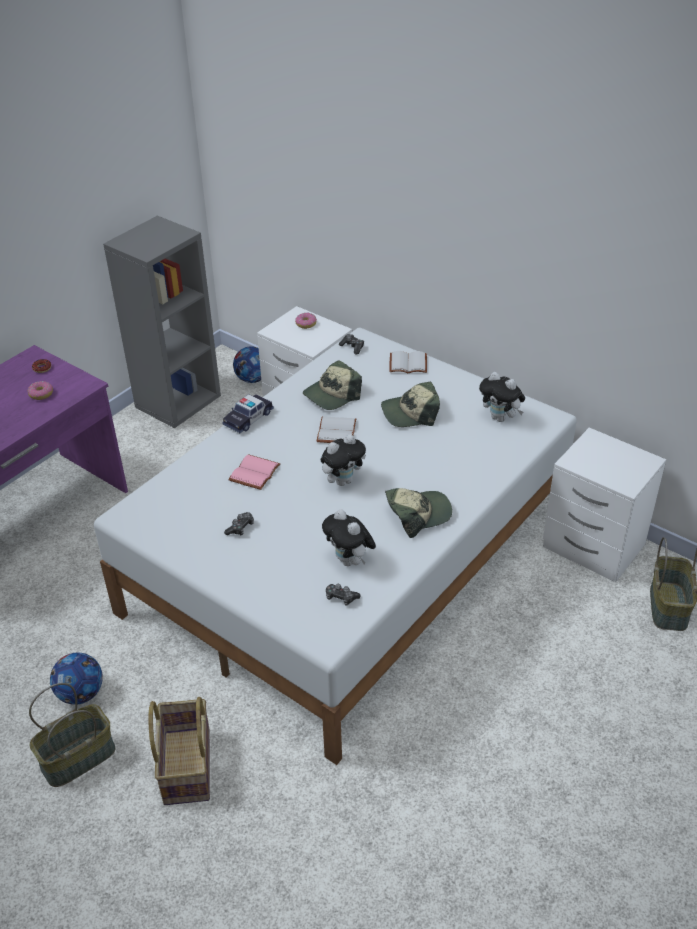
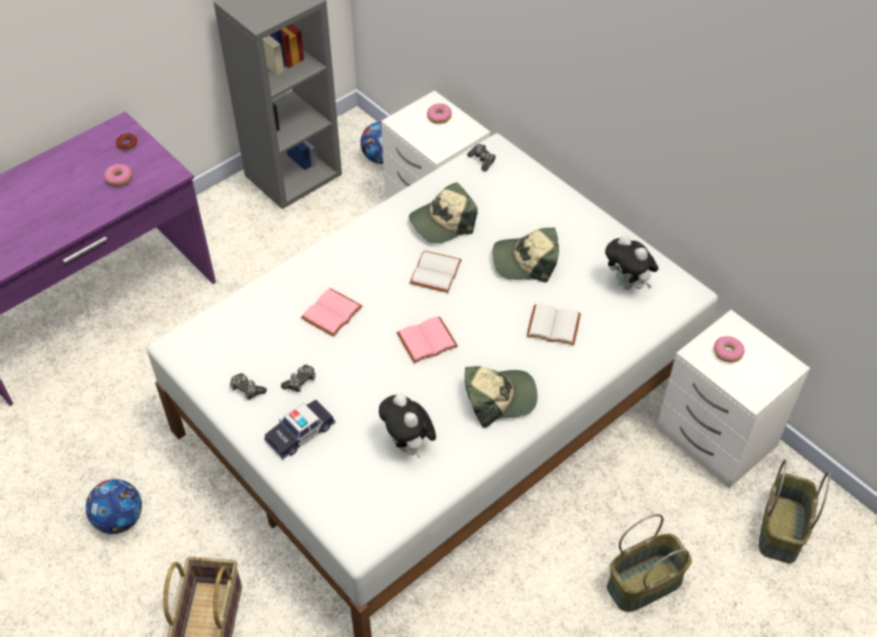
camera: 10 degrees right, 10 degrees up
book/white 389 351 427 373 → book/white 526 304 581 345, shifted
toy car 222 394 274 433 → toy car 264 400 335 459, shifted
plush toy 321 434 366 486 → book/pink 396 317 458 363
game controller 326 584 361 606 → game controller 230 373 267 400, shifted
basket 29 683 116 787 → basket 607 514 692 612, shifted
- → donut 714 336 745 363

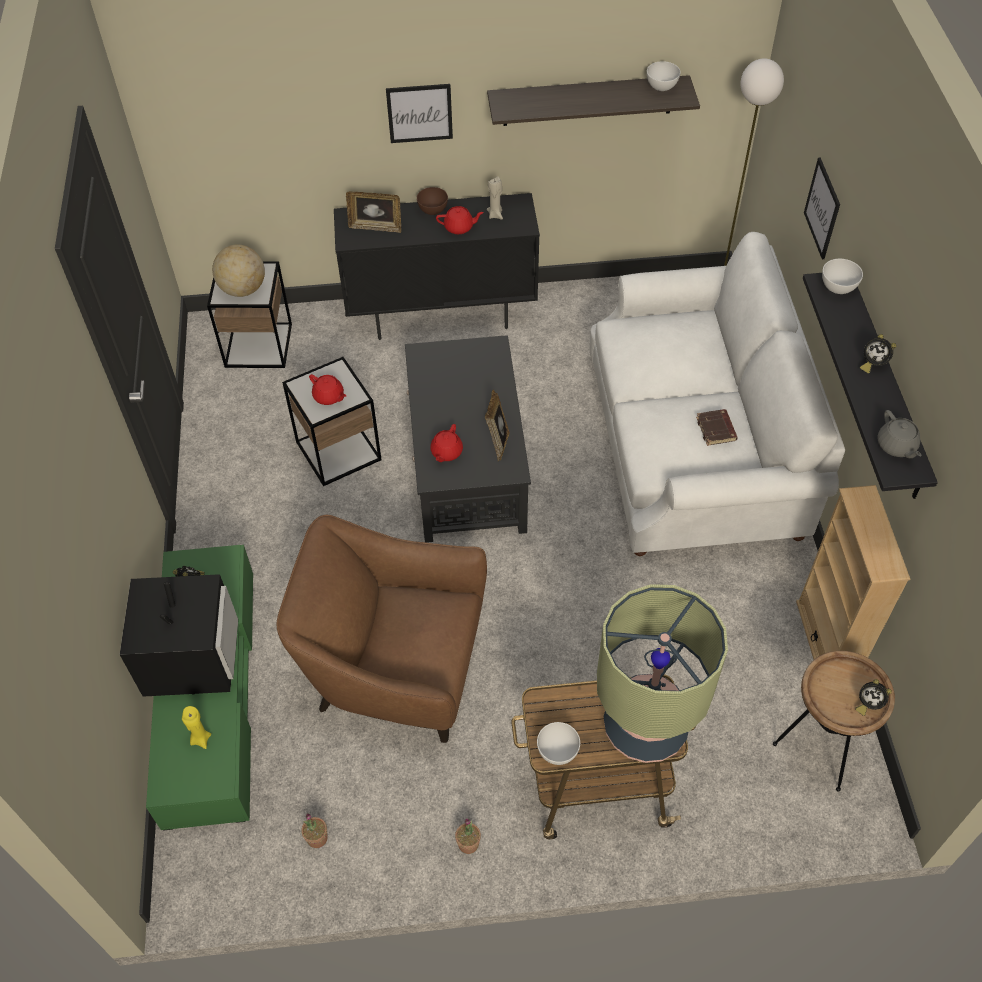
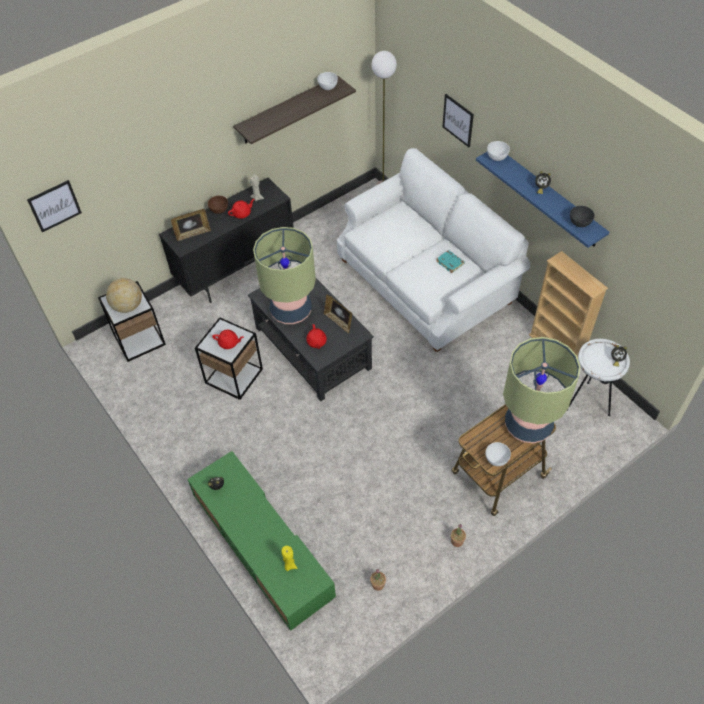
camera: 30 degrees left, 0 degrees up
picture 386 84 453 143 → picture 27 180 82 232, shifted
shelf/black 803 273 938 499 → shelf/blue 476 152 609 248
book/brown 696 409 738 446 → book/turquoise 436 250 465 273
teapot/grey 877 410 922 458 → bowl/grey 570 206 595 227
armchair/brown 277 515 487 743 → -
television 120 574 238 697 → -
side table/brown 773 651 895 791 → side table/white 567 339 630 416
- → table lamp 253 227 316 324

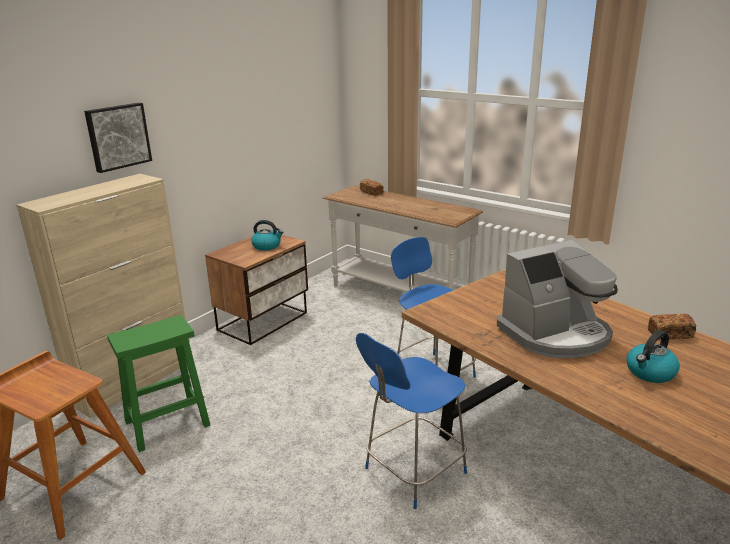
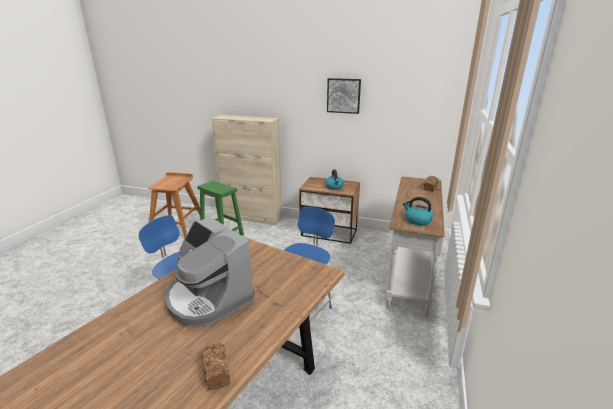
camera: 70 degrees right, 0 degrees up
picture 84 103 152 173 → picture 327 78 361 114, shifted
kettle 626 330 680 383 → kettle 403 197 433 225, shifted

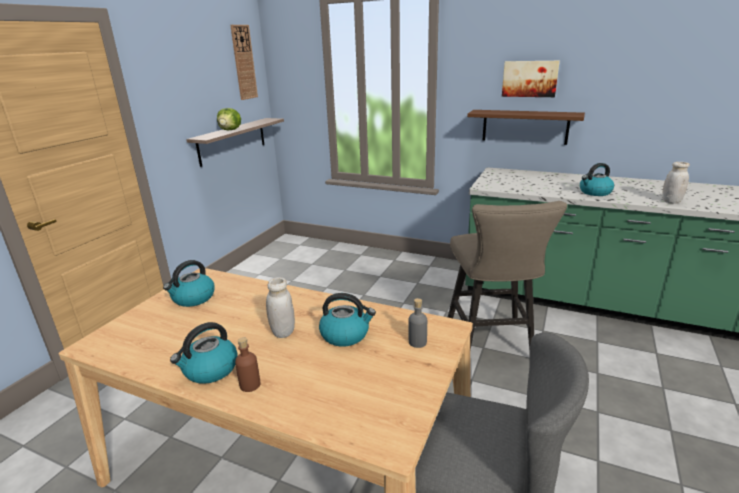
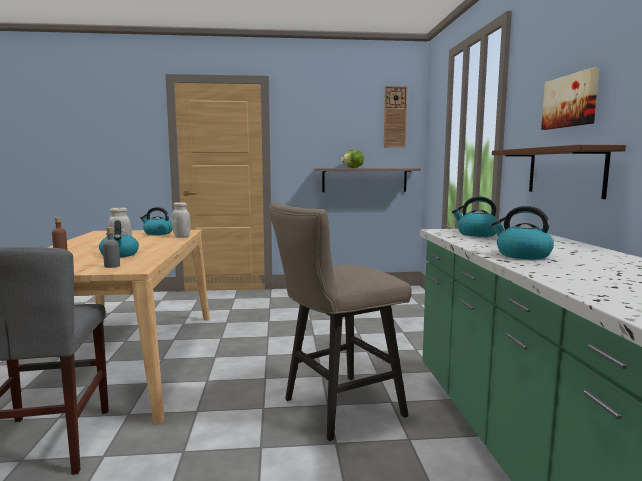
camera: 60 degrees right, 15 degrees down
jar/white 662 162 690 204 → jar/white 172 202 191 238, shifted
kettle 170 322 238 384 → kettle 452 196 498 237, shifted

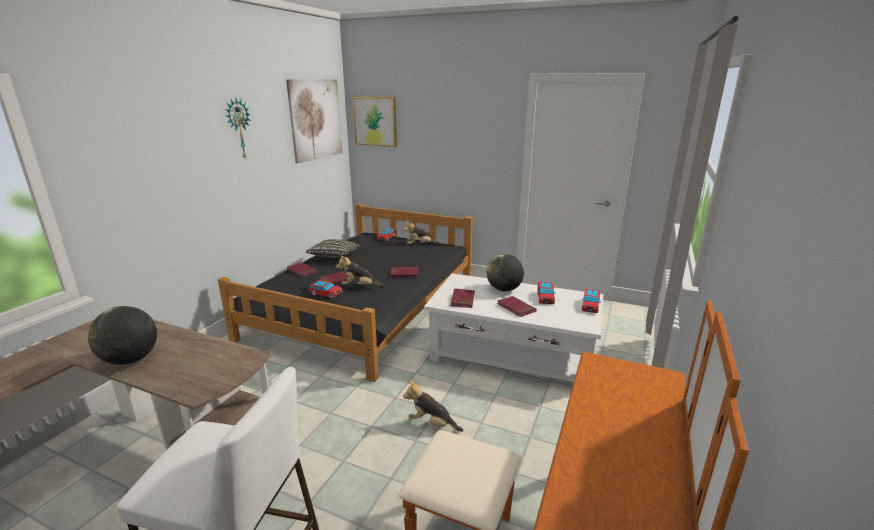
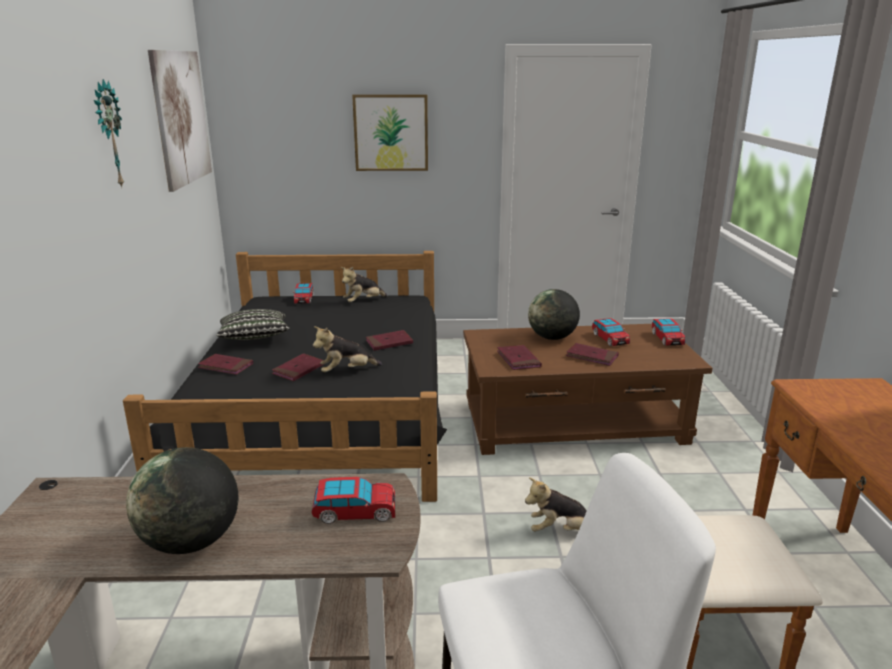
camera: 25 degrees left, 0 degrees up
picture 353 97 397 147 → picture 352 94 428 171, shifted
coffee table/white 424 273 603 382 → coffee table/brown 463 324 713 455
toy car 309 280 342 299 → toy car 311 477 395 524, shifted

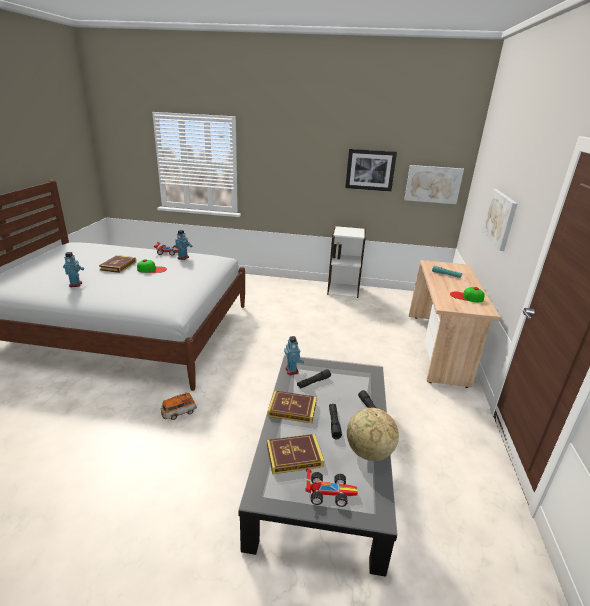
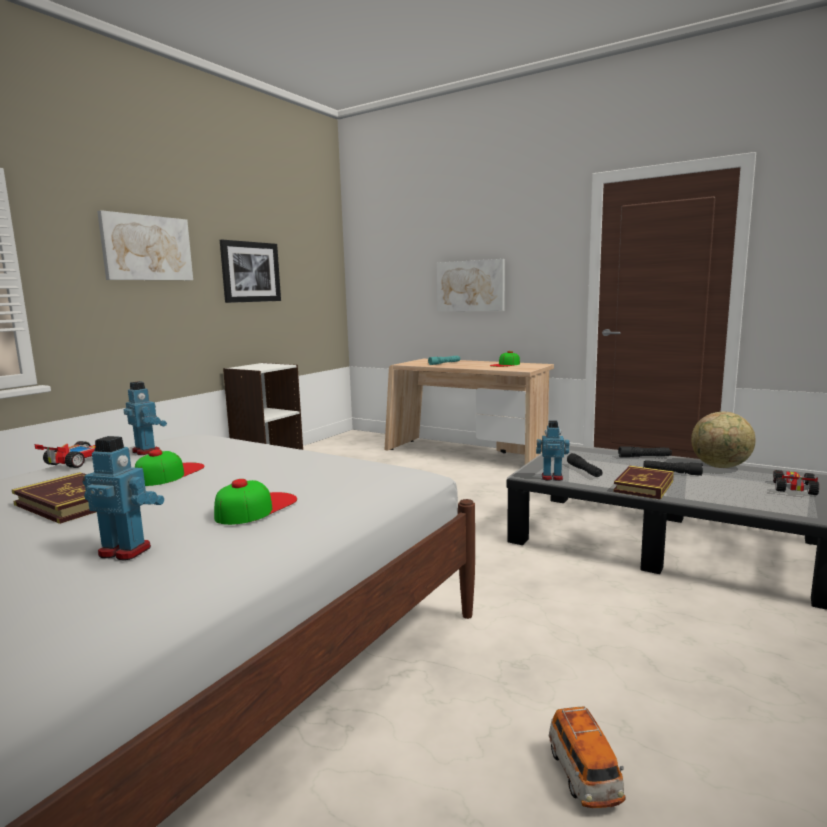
camera: 65 degrees left, 15 degrees down
picture 404 165 464 204 → picture 97 210 193 280, shifted
toy car 161 392 197 420 → toy car 549 707 626 808, shifted
book 267 434 324 474 → -
- → cap 214 479 297 525

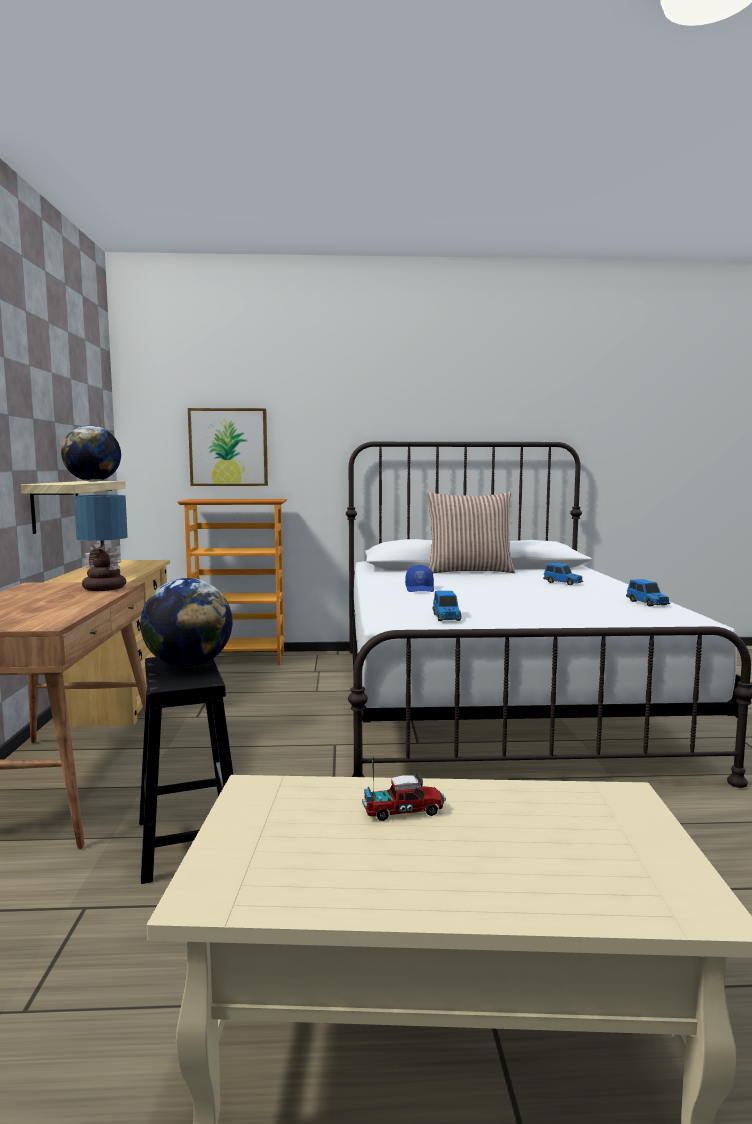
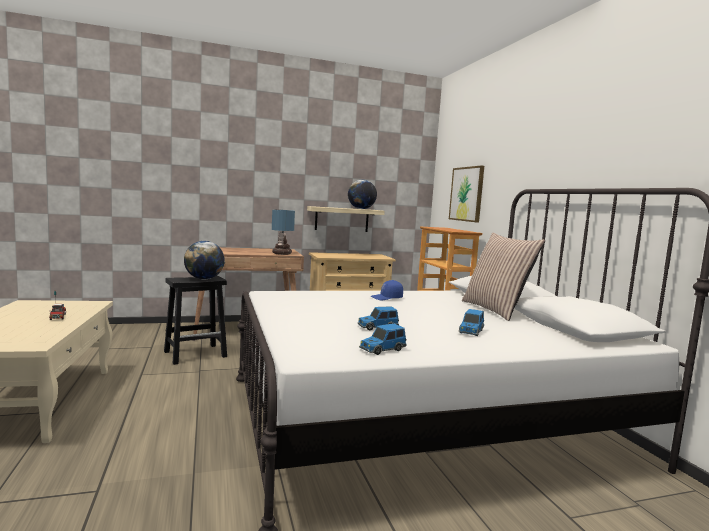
camera: 75 degrees right, 0 degrees up
toy car 432 591 462 621 → toy car 357 306 399 330, shifted

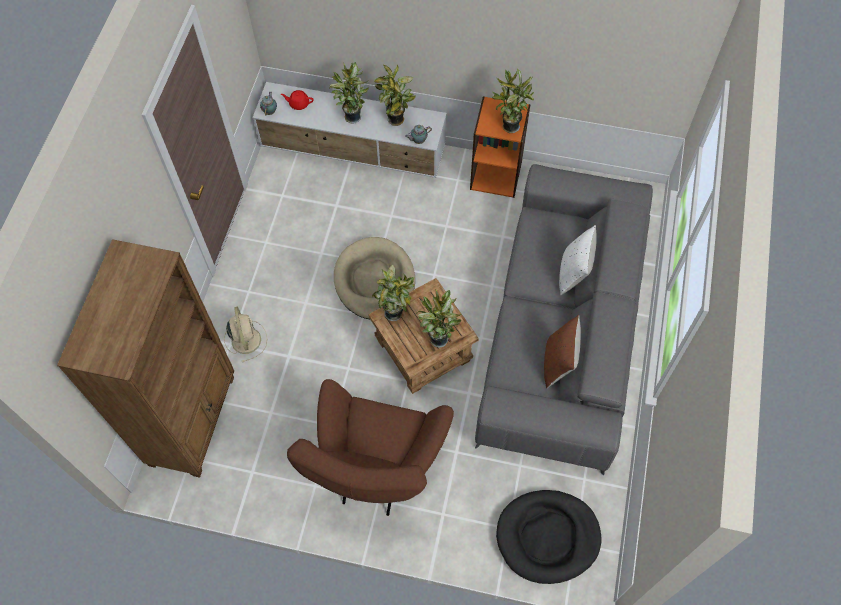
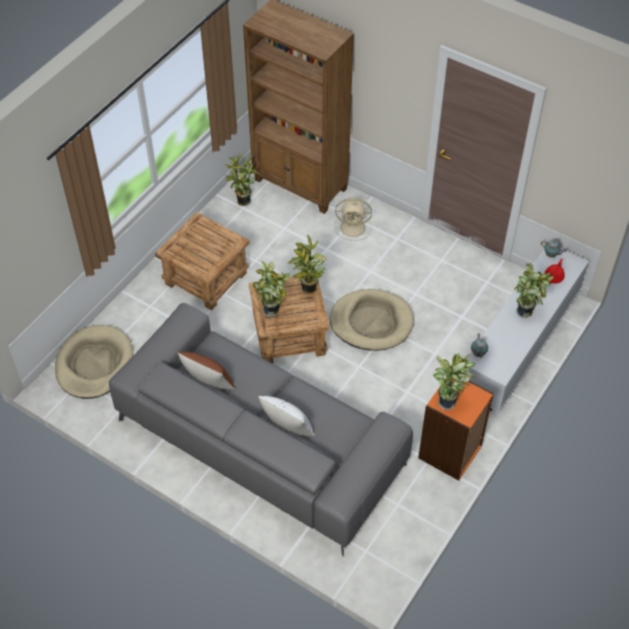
camera: 110 degrees right, 10 degrees down
potted plant 374 64 416 126 → potted plant 225 152 258 206, shifted
armchair/brown 287 379 454 516 → side table/brown 155 212 250 311
dog bed/black 496 490 601 584 → dog bed/beige 55 325 134 399

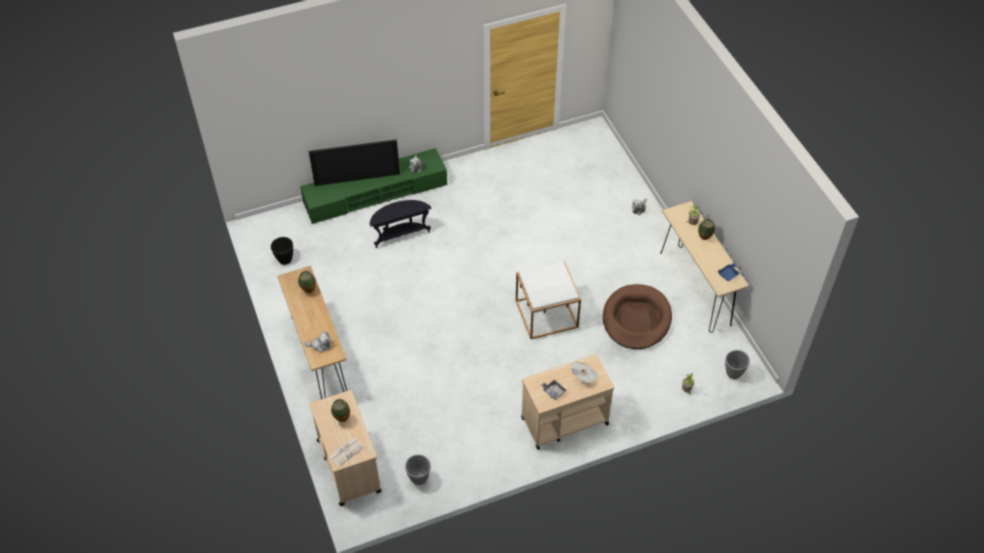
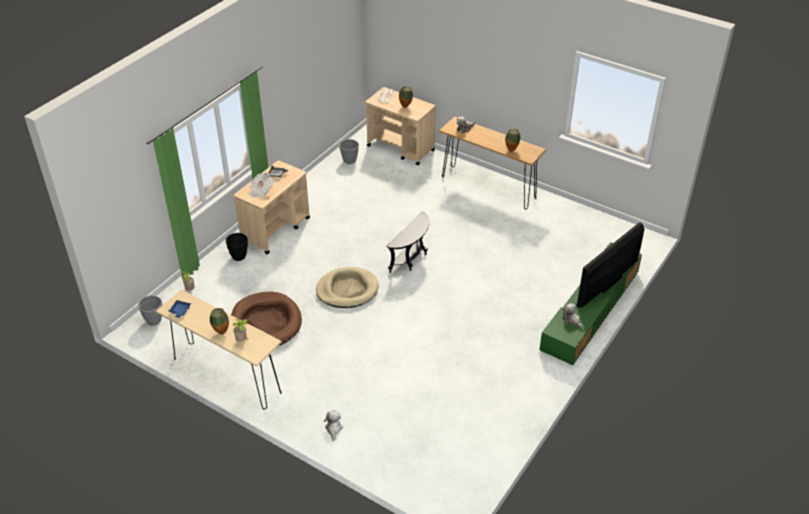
camera: 145 degrees right, 10 degrees down
side table/black 370 200 432 248 → side table/black 386 212 429 273, shifted
planter/black 271 237 293 265 → planter/black 226 233 248 261, shifted
side table/white 516 261 581 339 → dog bed/beige 316 267 379 308

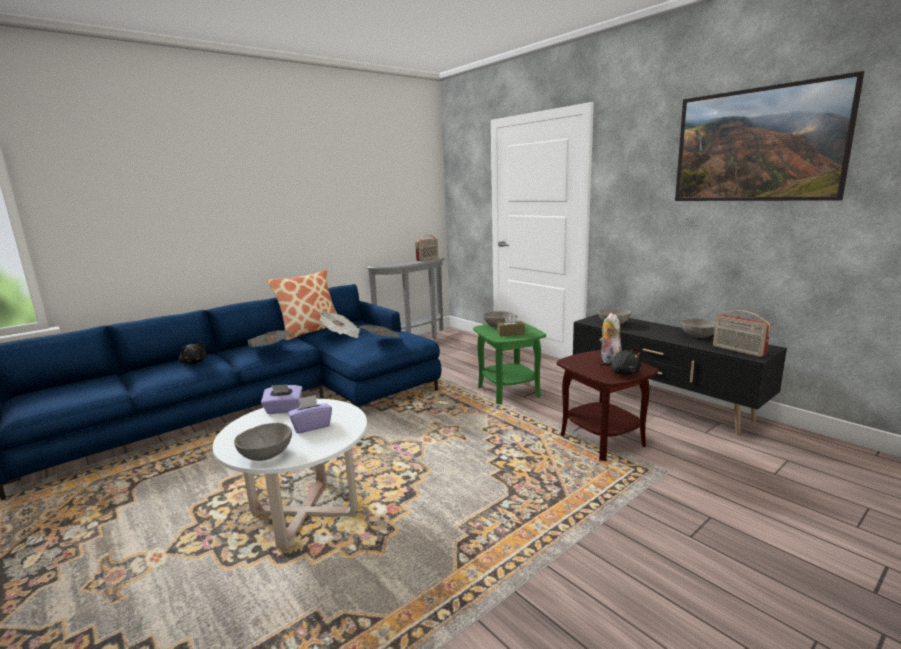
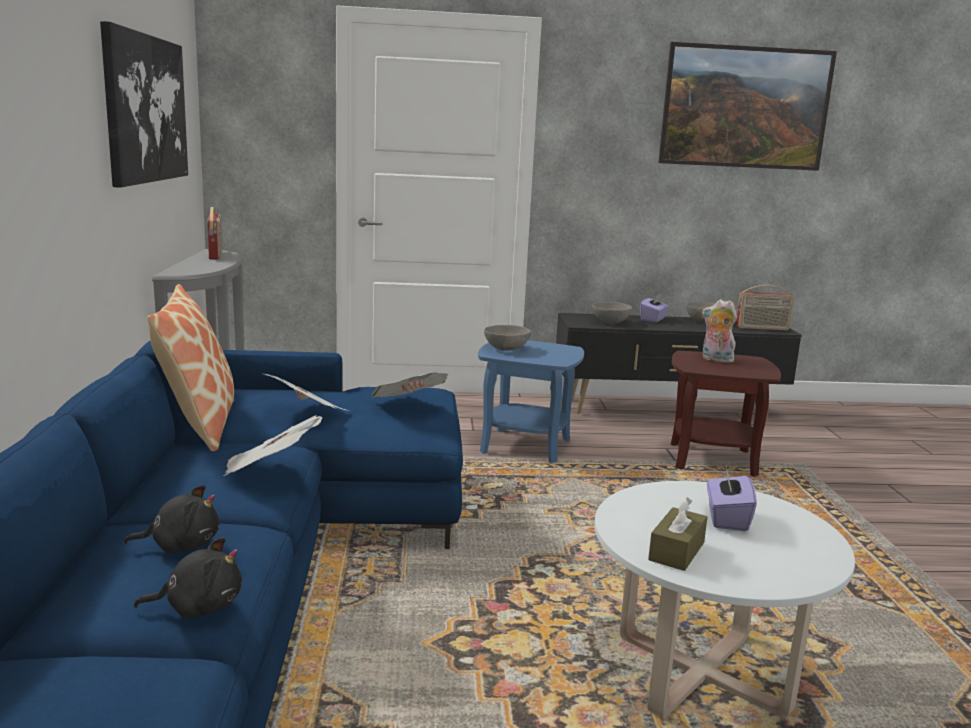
camera: 55 degrees left, 0 degrees up
tissue box/brown 497 313 525 336 → tissue box/brown 648 497 707 571, shifted
side table/green 473 322 546 405 → side table/blue 478 340 584 463
plush toy/black 600 348 641 375 → plush toy/black 134 537 242 618, shifted
tissue box/purple 261 384 302 414 → tissue box/purple 640 294 669 322, shifted
bowl/grey 234 423 292 461 → -
- → picture 100 21 188 188

